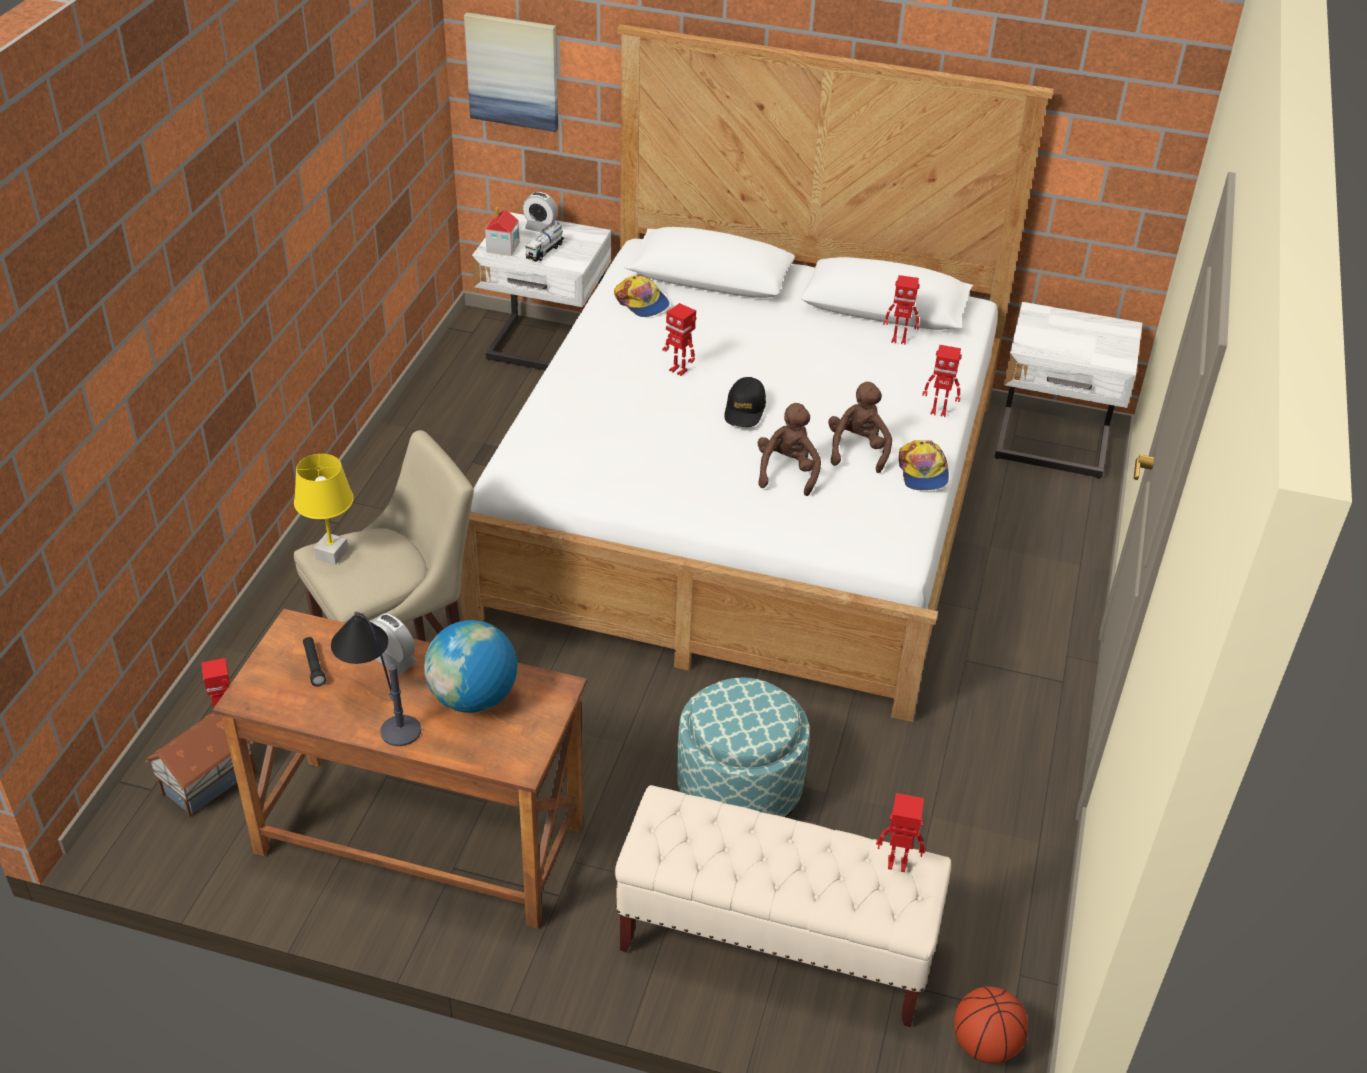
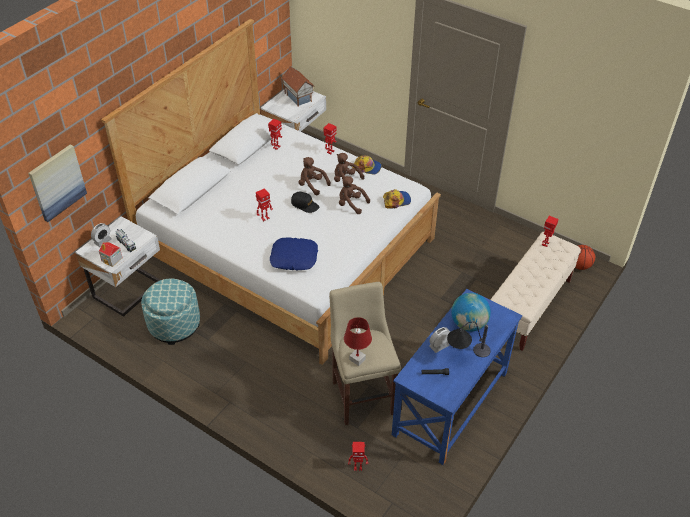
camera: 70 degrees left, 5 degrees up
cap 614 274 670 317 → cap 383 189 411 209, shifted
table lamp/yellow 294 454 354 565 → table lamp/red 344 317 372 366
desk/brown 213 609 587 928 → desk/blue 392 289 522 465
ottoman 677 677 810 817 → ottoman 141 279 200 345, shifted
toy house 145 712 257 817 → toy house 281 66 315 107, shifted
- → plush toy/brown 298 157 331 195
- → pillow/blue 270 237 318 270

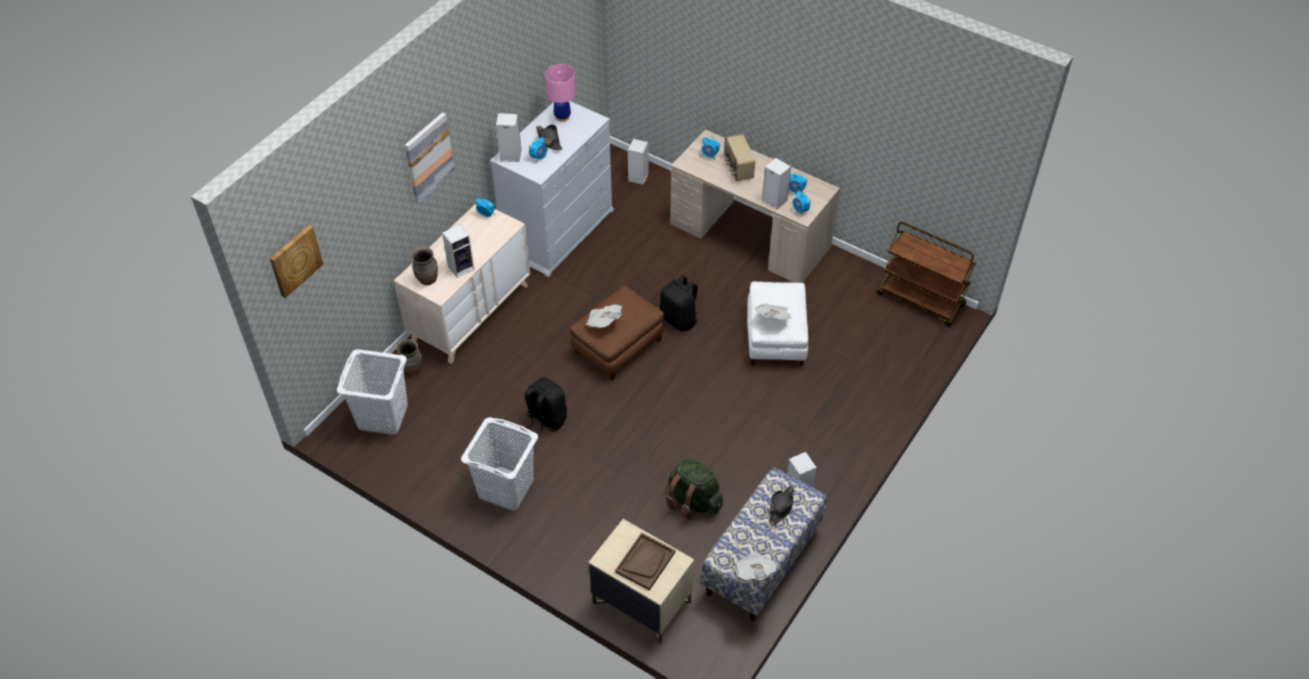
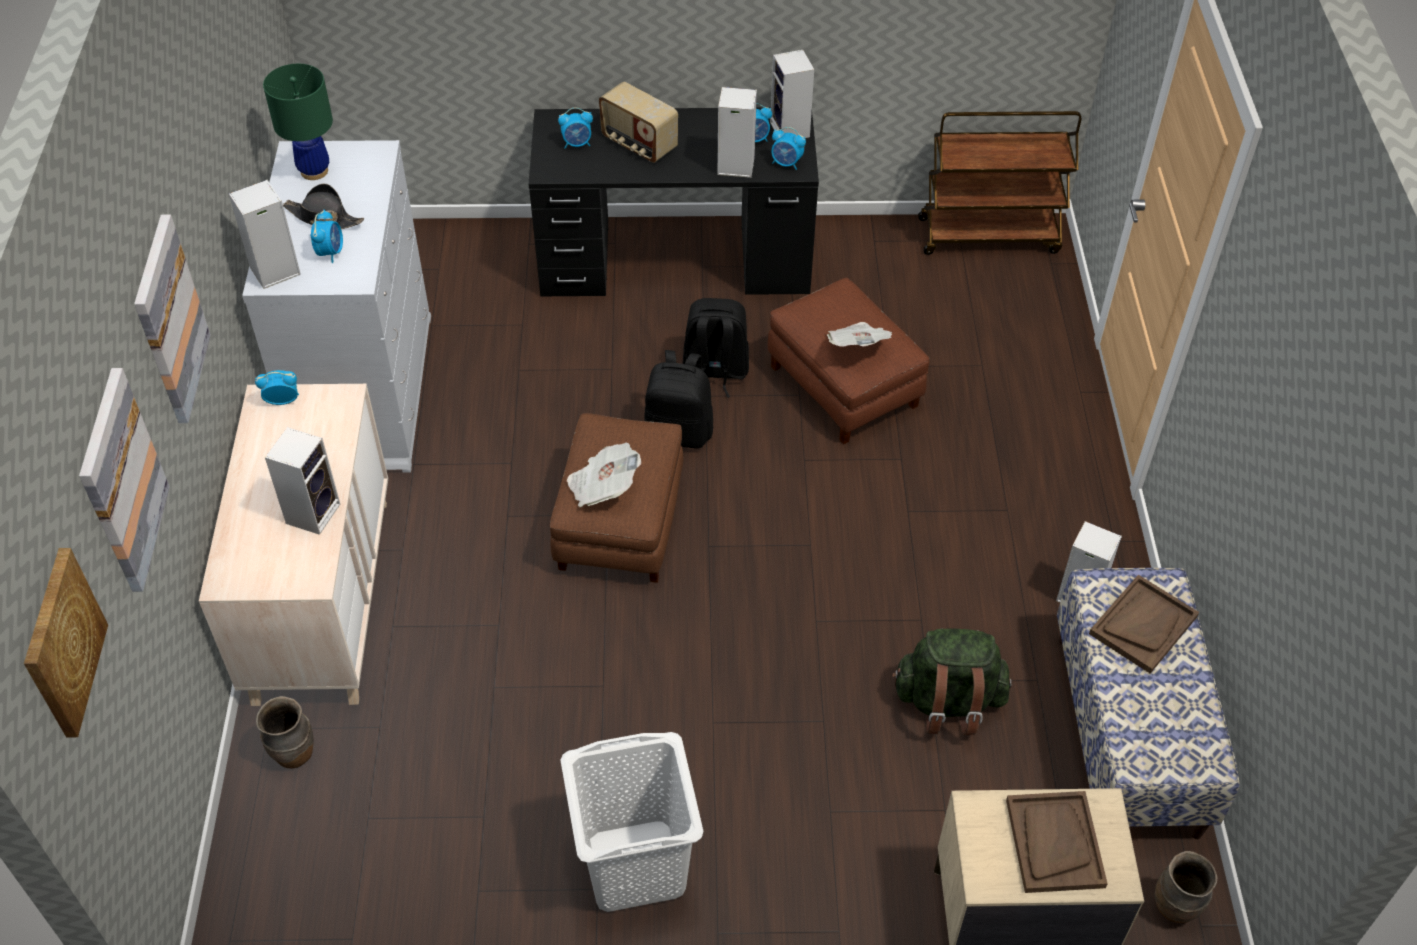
camera: 35 degrees left, 0 degrees up
table lamp/pink 545 64 576 122 → table lamp/green 263 64 333 180
desk/beige 670 129 840 283 → desk/black 529 108 819 296
speaker 628 139 649 185 → speaker 770 50 814 138, shifted
vase/brown 412 247 438 285 → vase/brown 1155 851 1217 923, shifted
ottoman/white 747 281 808 366 → ottoman/brown 768 278 930 444
laundry basket/white 337 349 408 435 → -
backpack/black 525 377 567 438 → backpack/black 683 298 749 398, shifted
hat/black 769 486 794 526 → tray/brown 1089 575 1199 674
newspaper 734 552 777 580 → -
- → picture 79 368 170 592

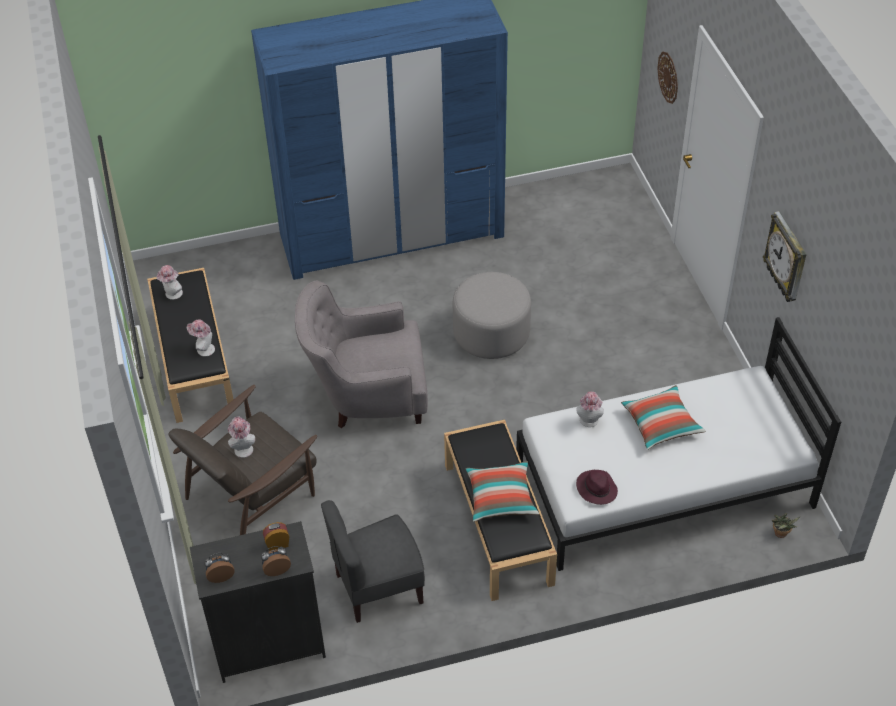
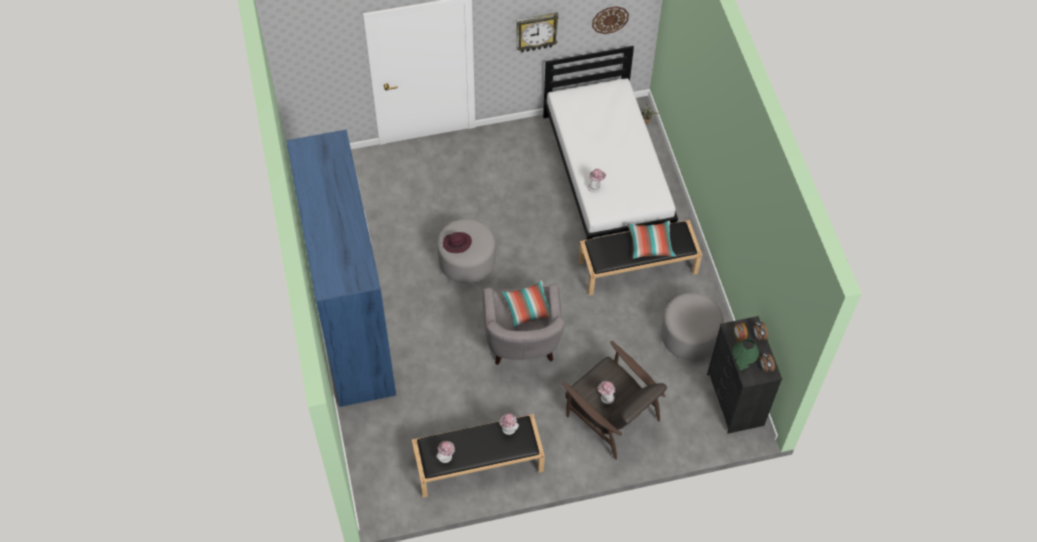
camera: 90 degrees left, 10 degrees up
wall clock 657 52 678 104 → wall clock 592 6 629 34, shifted
pillow 621 385 706 450 → pillow 500 280 550 328, shifted
hat/purple 576 470 618 505 → hat/purple 443 232 472 253, shifted
chair/grey 321 500 425 623 → ottoman/grey 661 293 724 360
- → table lamp/green 733 339 759 370

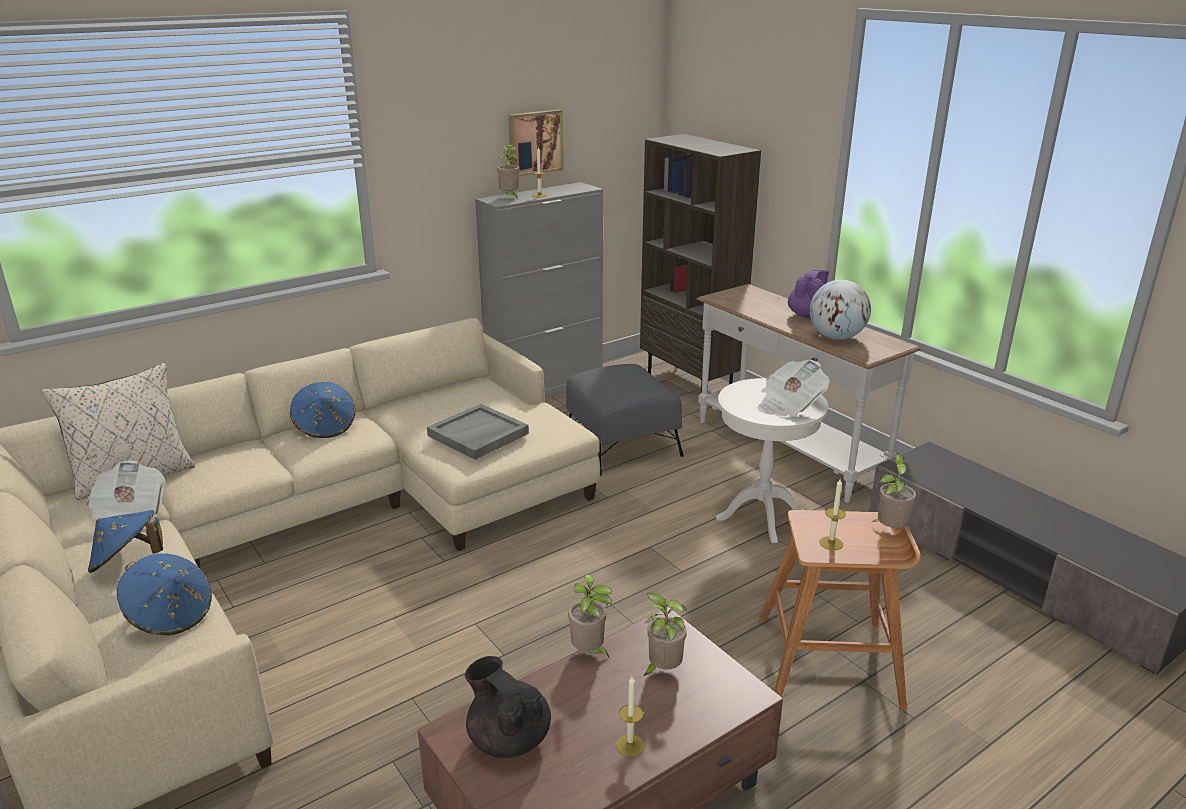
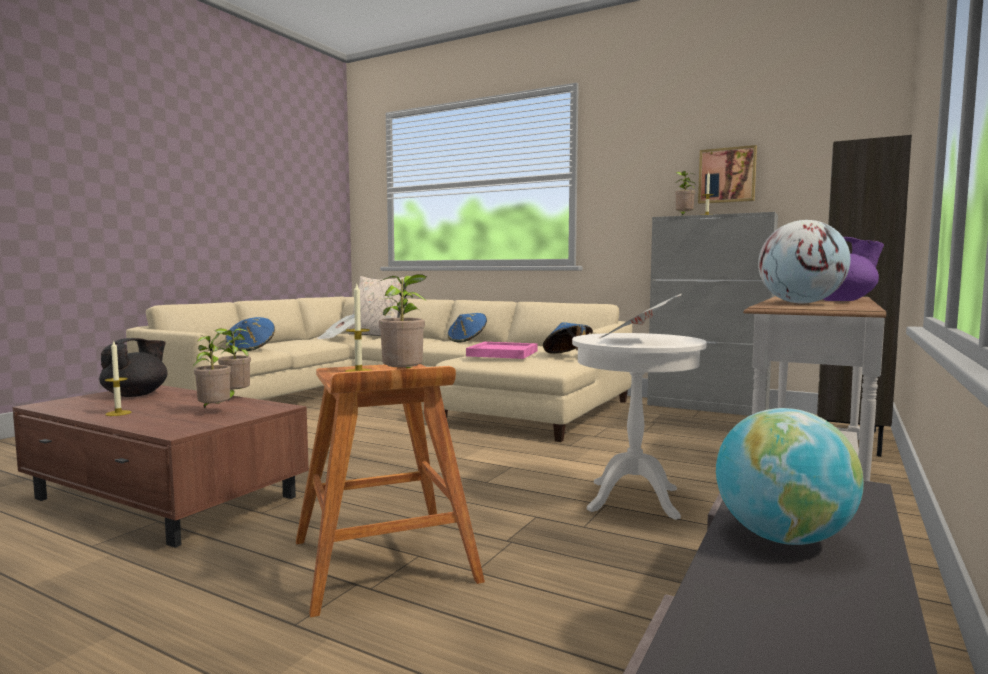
camera: 65 degrees right, 20 degrees down
ottoman/grey 566 364 684 476 → -
tray/grey 427 404 529 460 → tray/pink 466 342 538 359
hat/blue 88 510 163 573 → hat/blue 543 322 593 354, shifted
- → globe 716 408 864 545

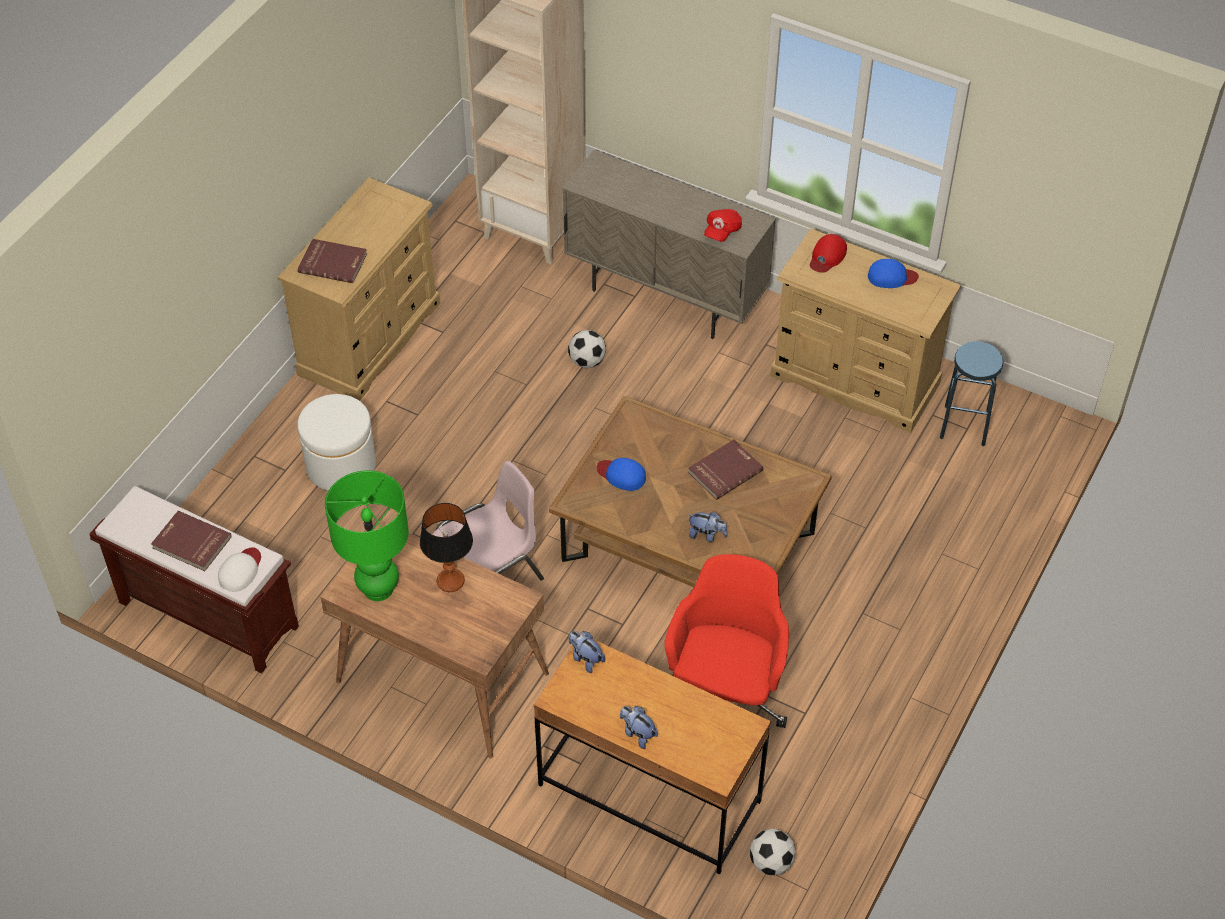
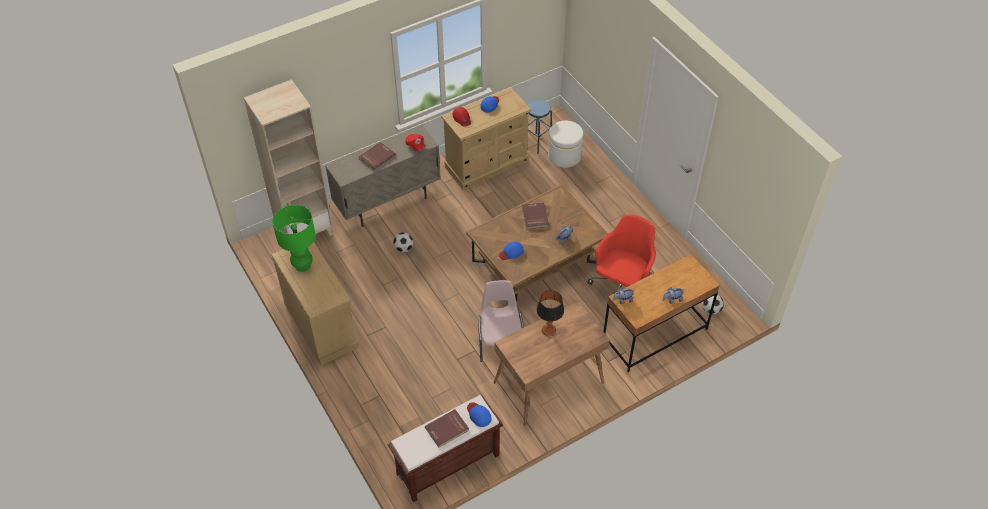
camera: 60 degrees left, 0 degrees up
book/red 298 239 367 283 → book/red 359 142 396 170, shifted
ottoman/white 297 394 376 491 → ottoman/white 548 121 583 168, shifted
table lamp/green 325 470 409 601 → table lamp/green 272 205 316 272, shifted
cap/white 218 547 261 592 → cap/blue 467 402 492 427
office chair/red 664 554 789 728 → office chair/red 588 214 656 292, 75 degrees clockwise

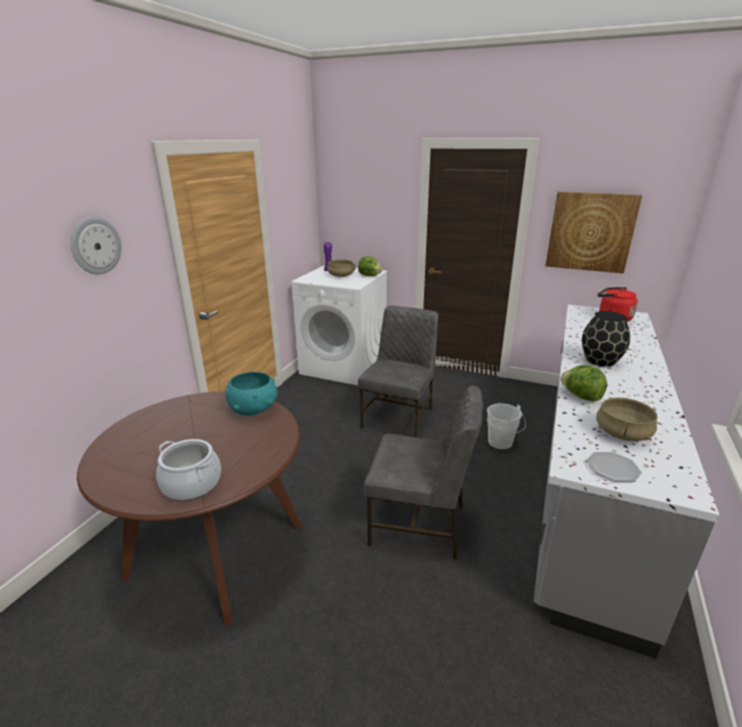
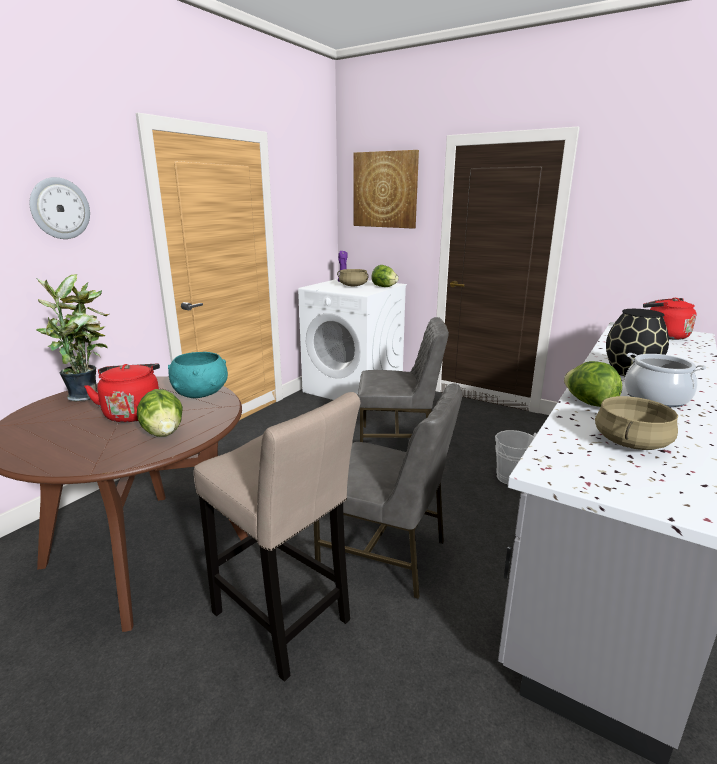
camera: 10 degrees right, 5 degrees down
picture 545 192 642 274 → picture 353 150 419 229, shifted
chair/grey 358 306 438 438 → chair/grey 358 317 449 442, 60 degrees clockwise
cooking pot 156 439 221 500 → cooking pot 624 353 706 407, shifted
plate 587 452 642 482 → -
- → potted plant 35 274 109 402
- → kettle/red 84 364 160 422
- → lettuce 137 389 183 437
- → stool/beige 194 392 360 682

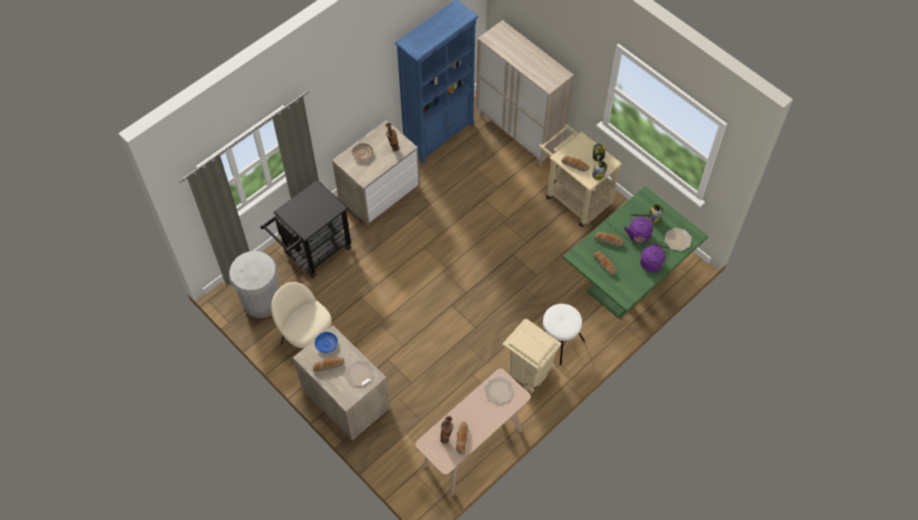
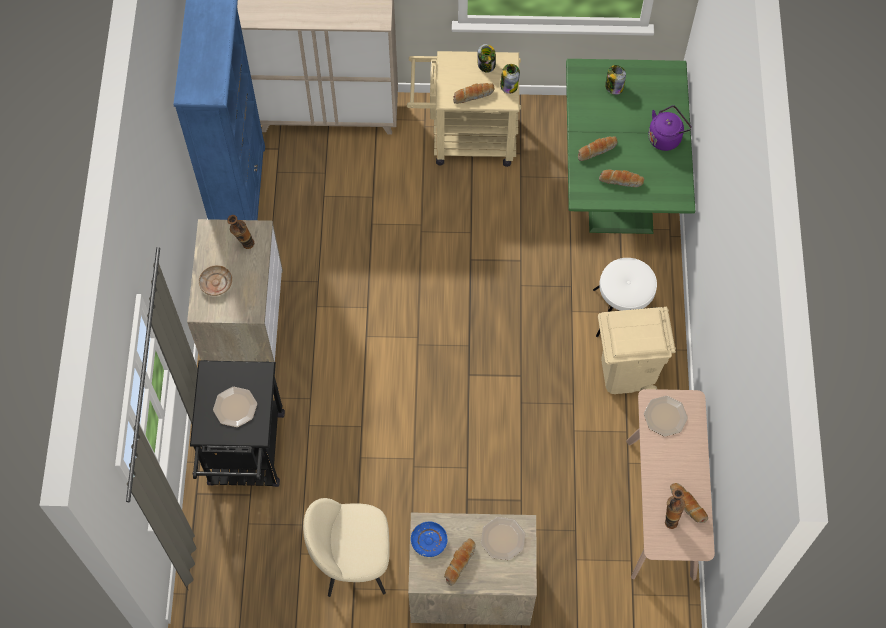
camera: 45 degrees left, 5 degrees up
kettle/purple 624 214 653 243 → -
plate 665 228 692 251 → plate 213 387 257 427, shifted
trash can/white 229 251 279 318 → -

